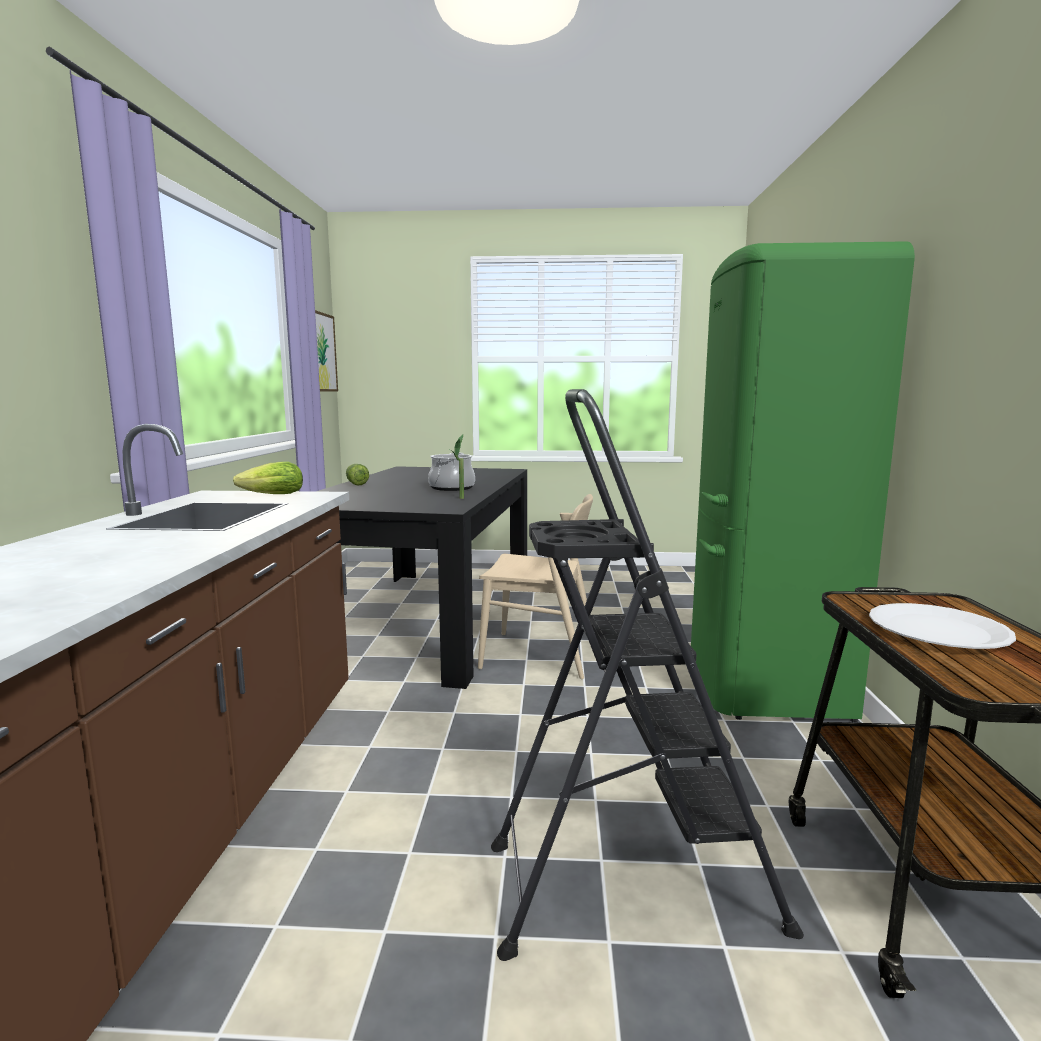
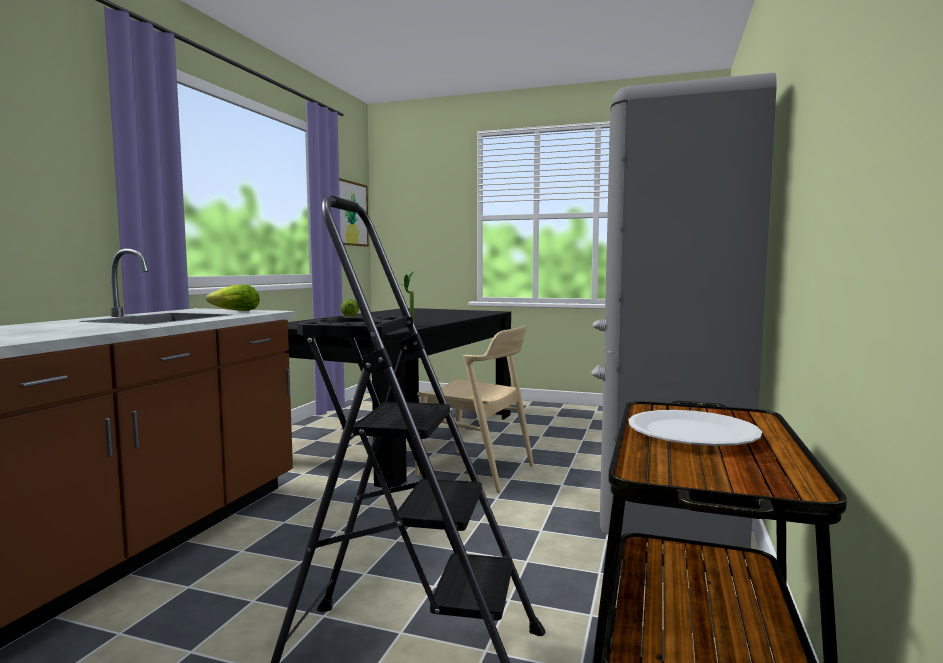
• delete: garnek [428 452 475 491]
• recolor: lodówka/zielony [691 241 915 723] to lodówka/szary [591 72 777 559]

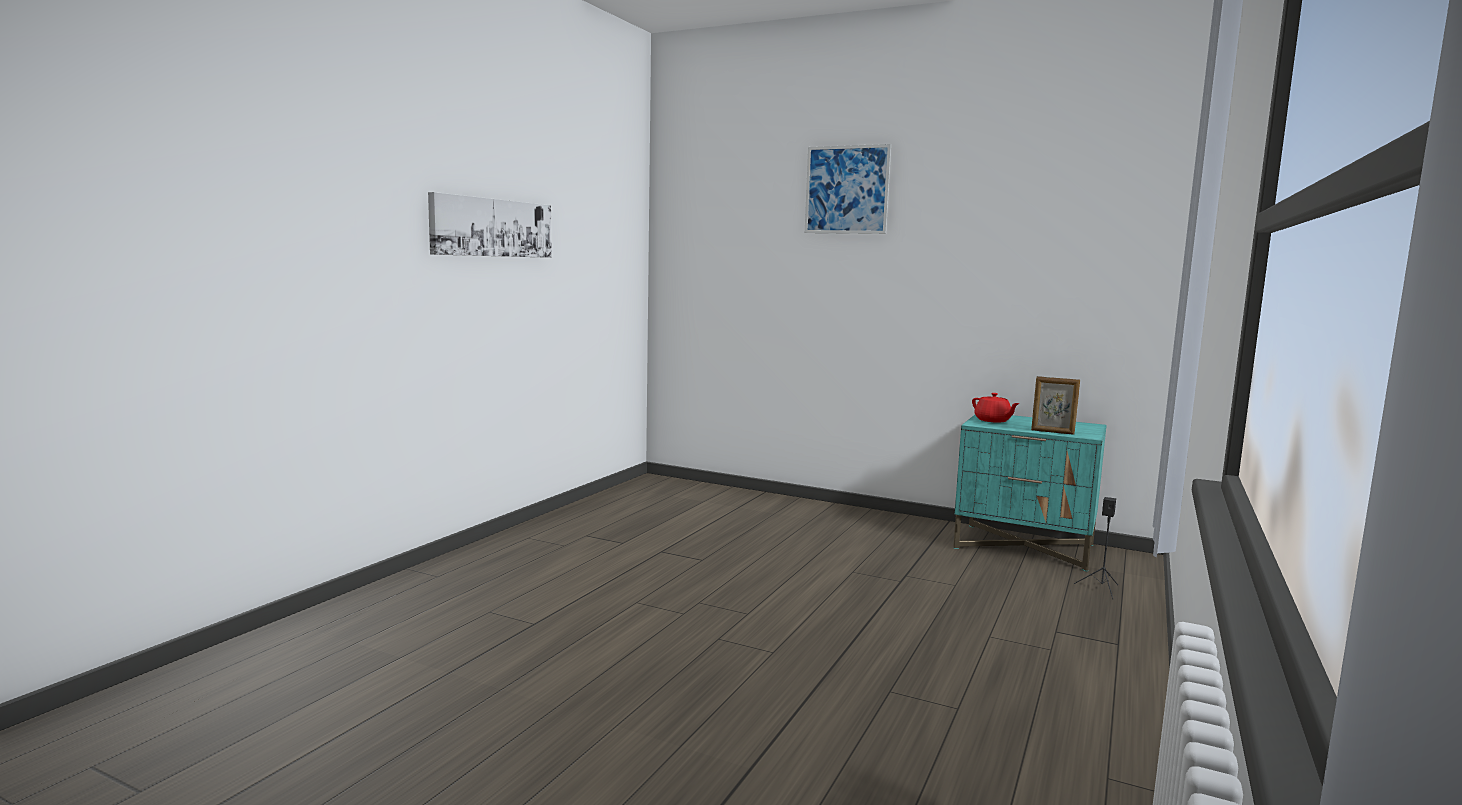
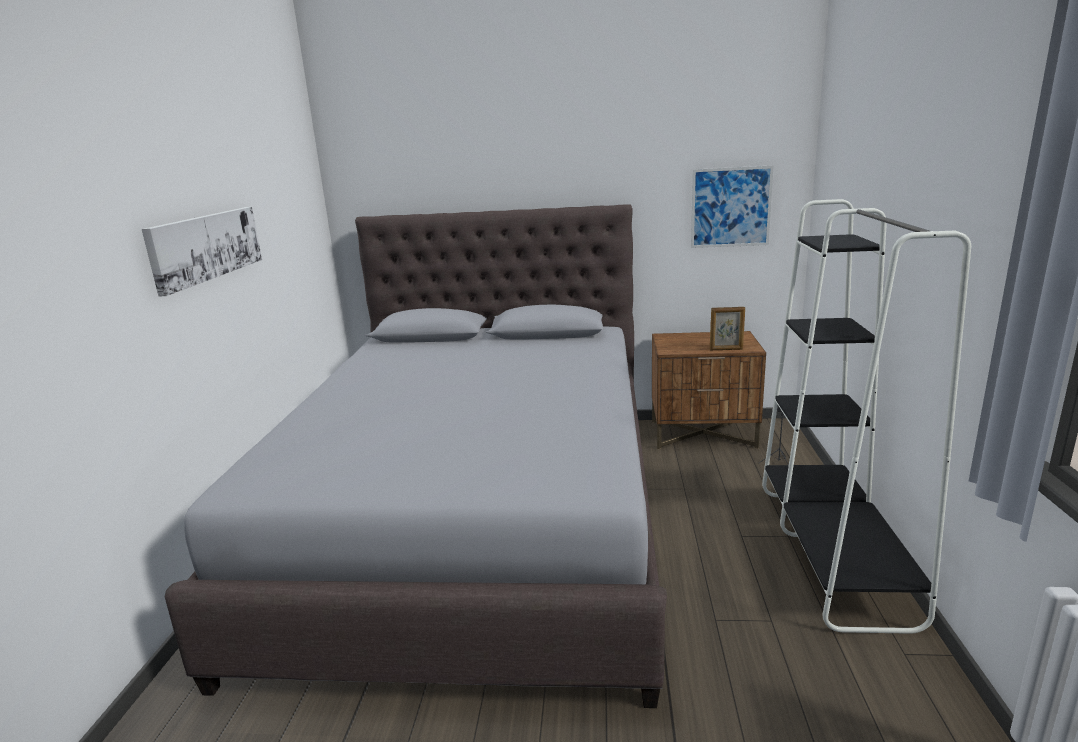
• delete: imbryk/czerwony [972 393 1020 423]
• insert: łóżko/szary [165 204 667 708]
• insert: wieszak/czarny [762 199 971 634]
• move: obraz [805 144 891 234] to [691 165 774 248]
• recolor: szafka nocna/turkusowy [953 415 1107 572] to szafka nocna/brązowy [652 331 766 450]

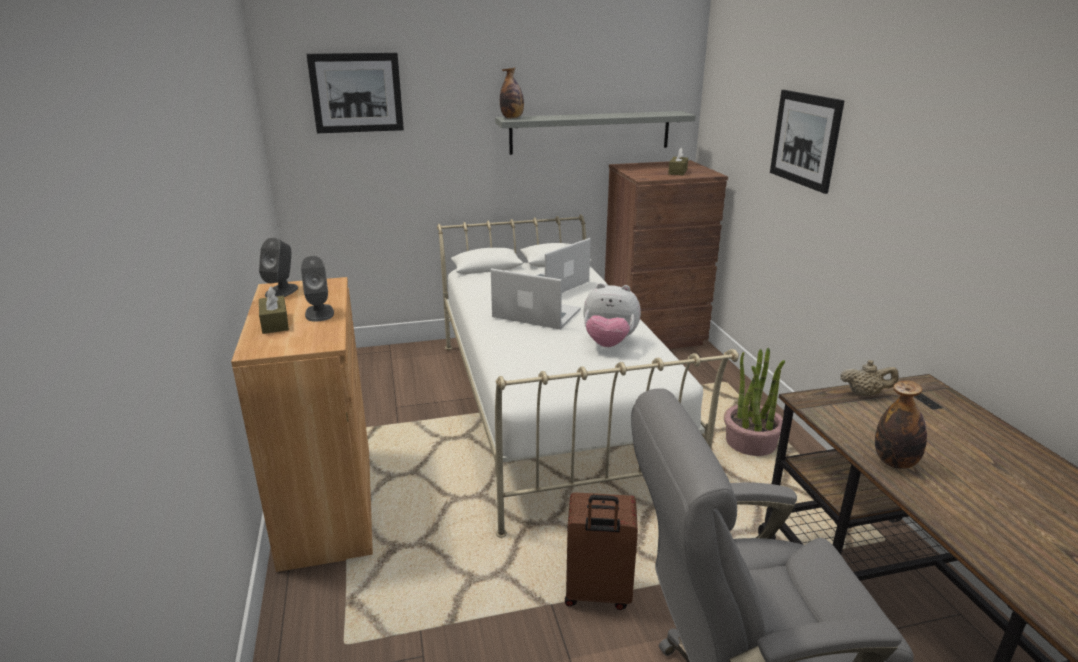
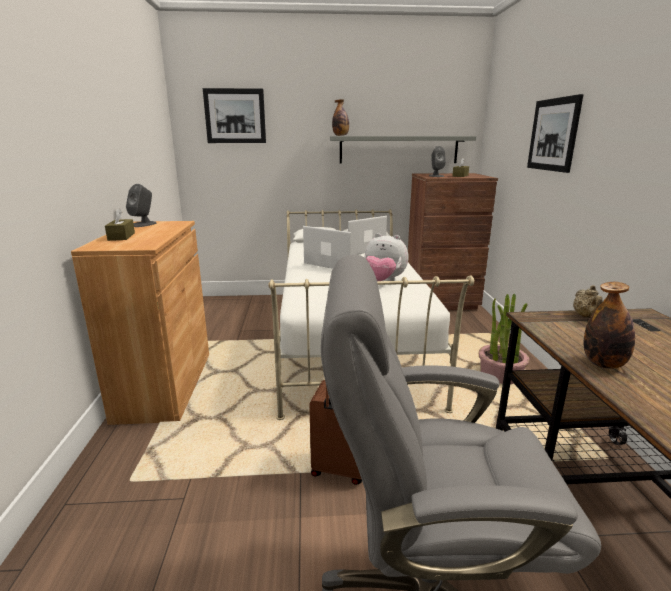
• move: głośnik/szary [301 256 334 322] to [429 146 446 177]
• rotate: imbryk/beżowy [840 360 899 396] = [573 285 603 318] 75 degrees clockwise

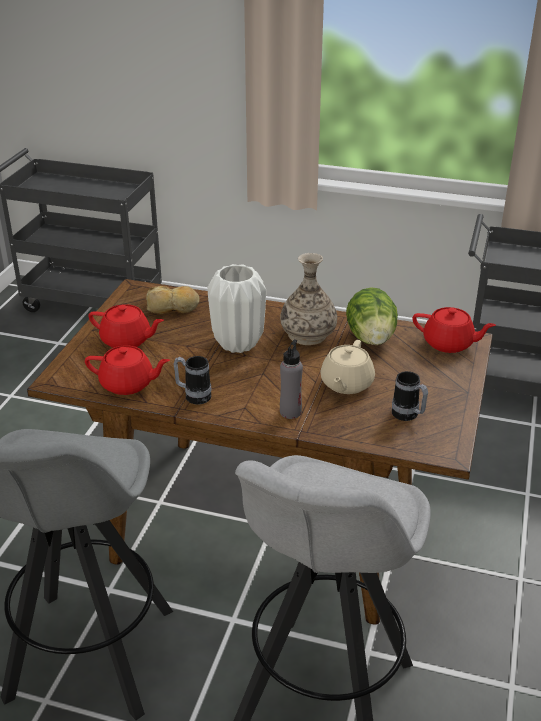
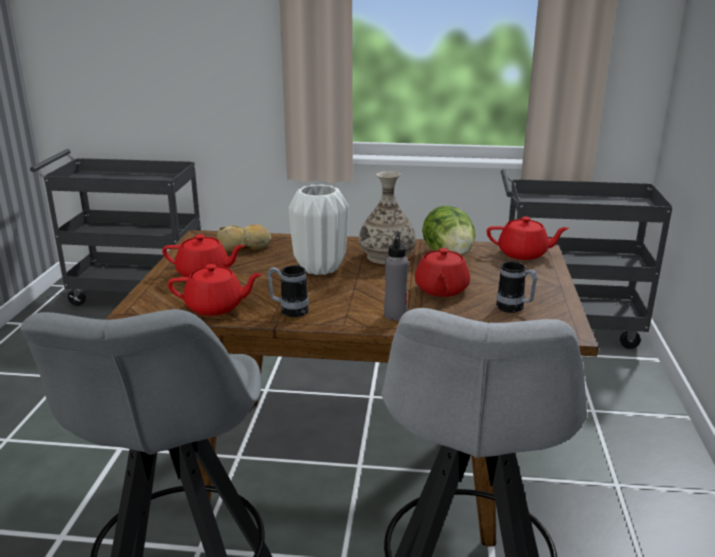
• recolor: imbryk/beżowy [320 340 375 394] to imbryk/czerwony [415 248 470 297]

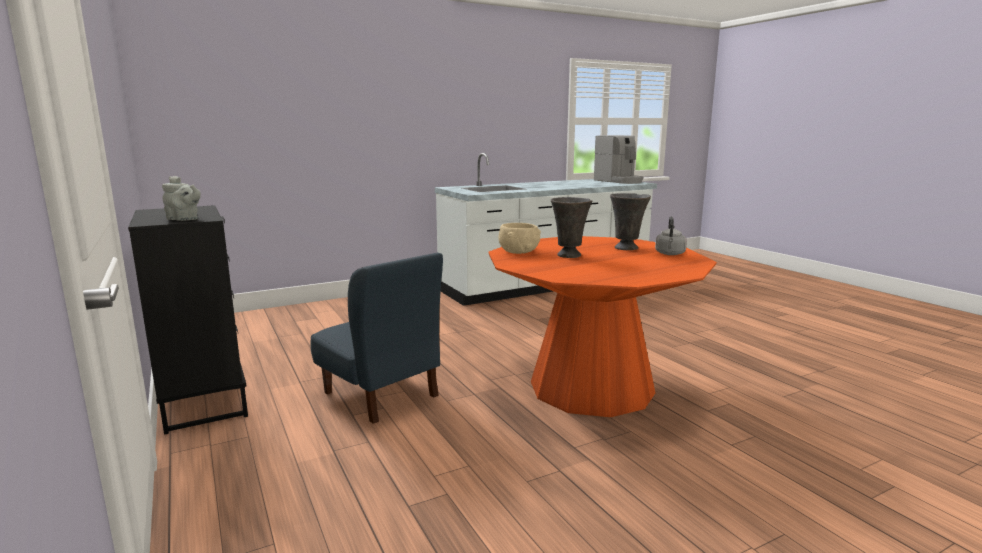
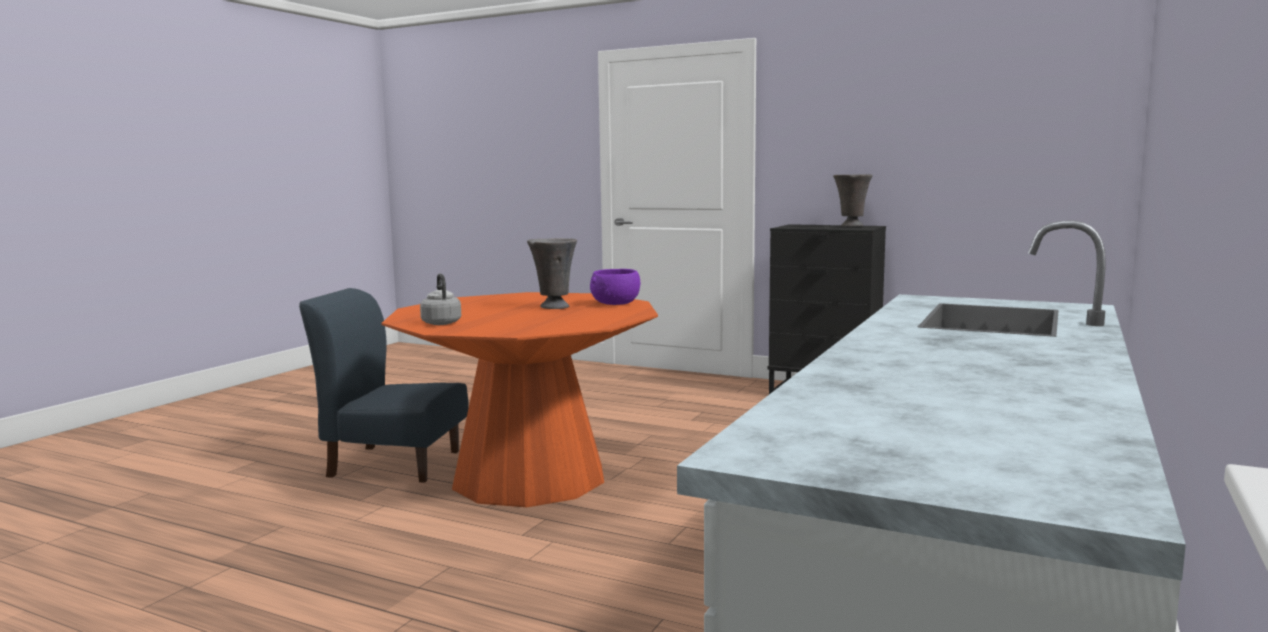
• delete: imbryk/szary [162 176 201 221]
• delete: ekspres do kawy [594 135 643 184]
• move: krzesło/niebieski [311 253 443 424] to [299 288 469 483]
• move: wazon/szary [610 193 651 250] to [833 174 873 227]
• recolor: miska/beżowy [498 223 541 254] to miska/fioletowy [590 269 640 305]

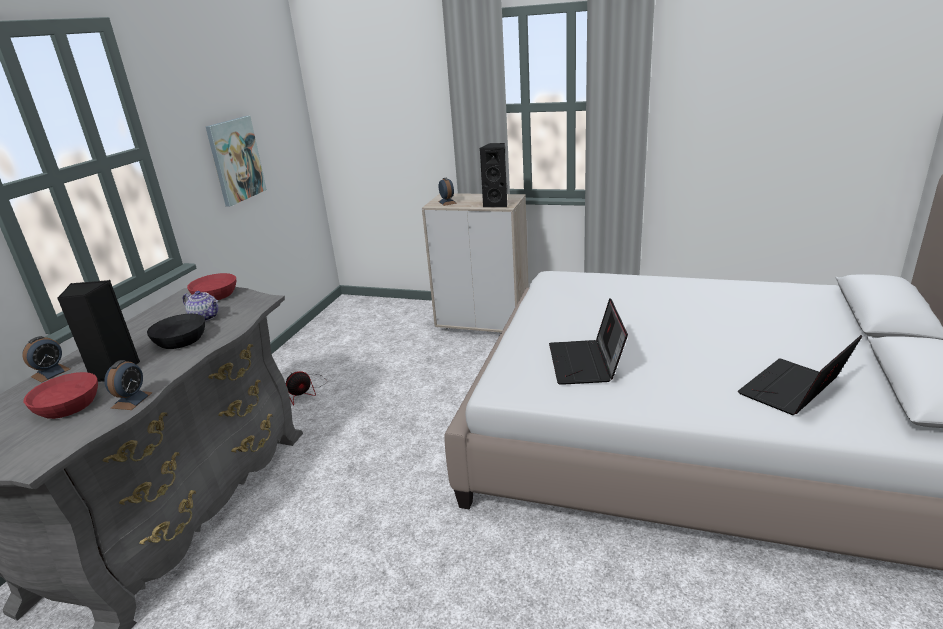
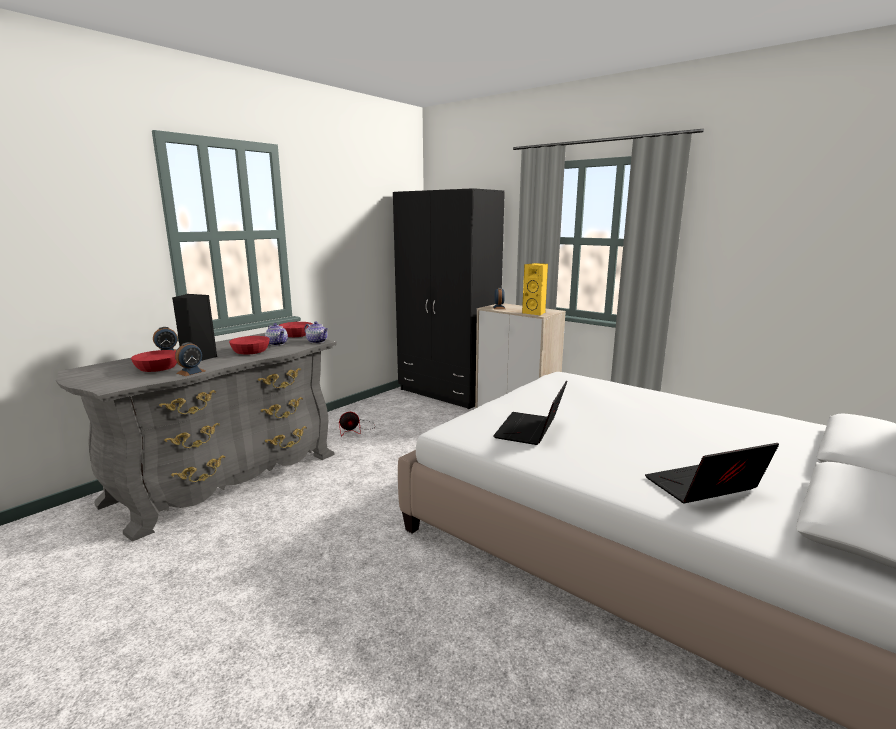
• delete: obraz [206 116 267 206]
• insert: imbryk [305 322 328 344]
• insert: szafa/czarny [393 188 505 409]
• recolor: miska/czarny [147 314 205 349] to miska/czerwony [229 336 270 355]
• recolor: głośnik/czarny [480 143 507 207] to głośnik/żółty [522 263 548 315]

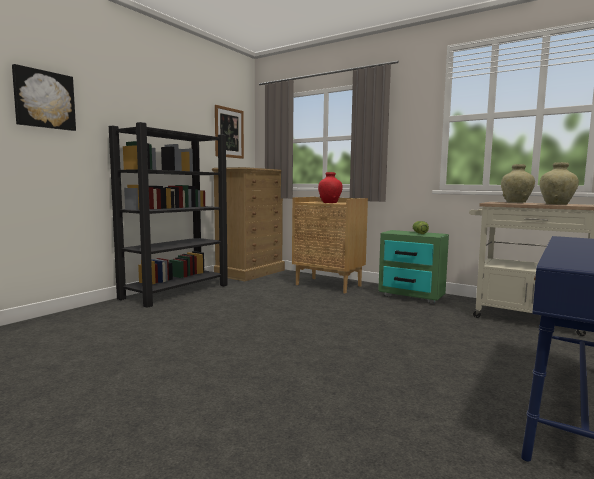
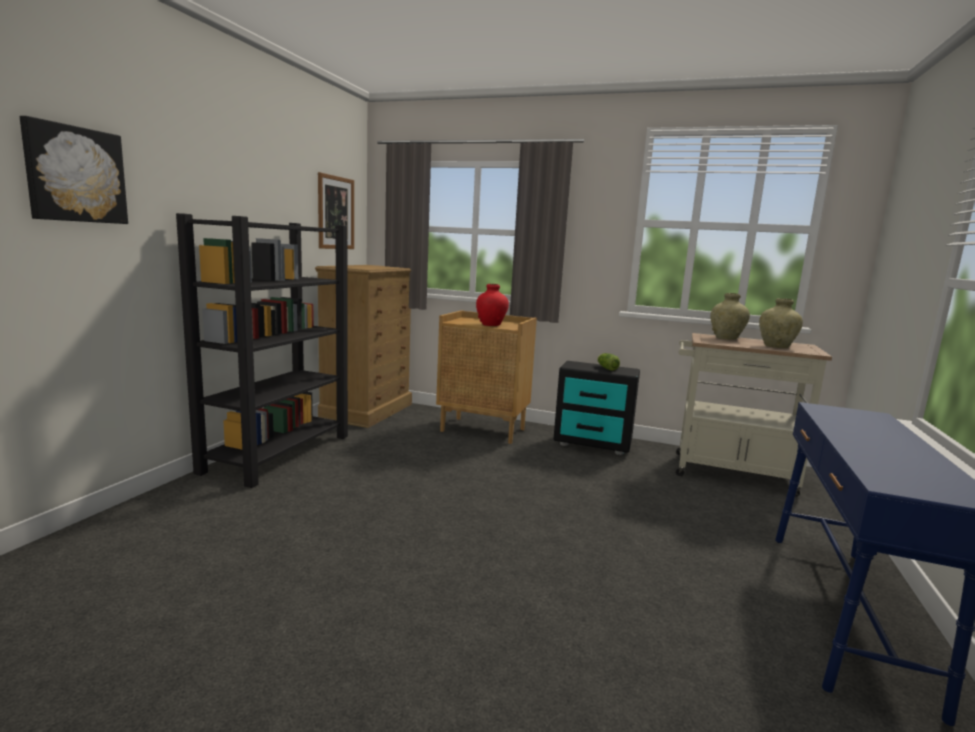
• recolor: szafka nocna/zielony [378 230 449 304] to szafka nocna/czarny [554 361 640 455]

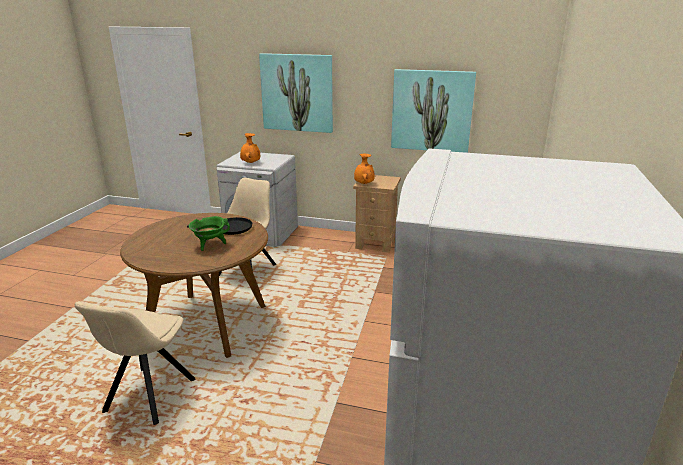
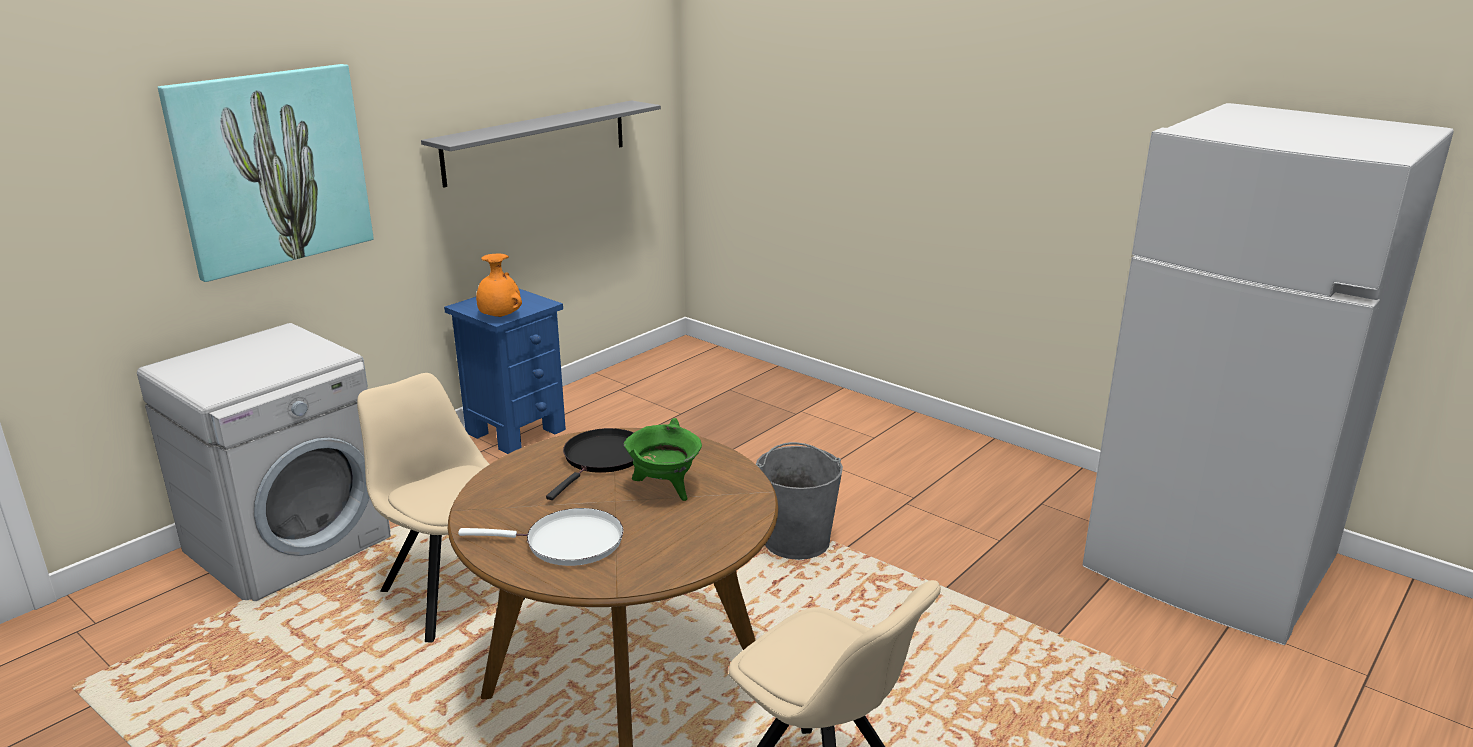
• delete: wazon/pomarańczowy [240 133 260 163]
• insert: patelnia/biały [458 508 623 566]
• insert: wiadro/szary [756 442 843 560]
• replace: obraz [391 69 476 153] to półka/szary [421 100 661 188]
• recolor: szafka nocna/beżowy [353 175 401 253] to szafka nocna/niebieski [444 288 566 454]

